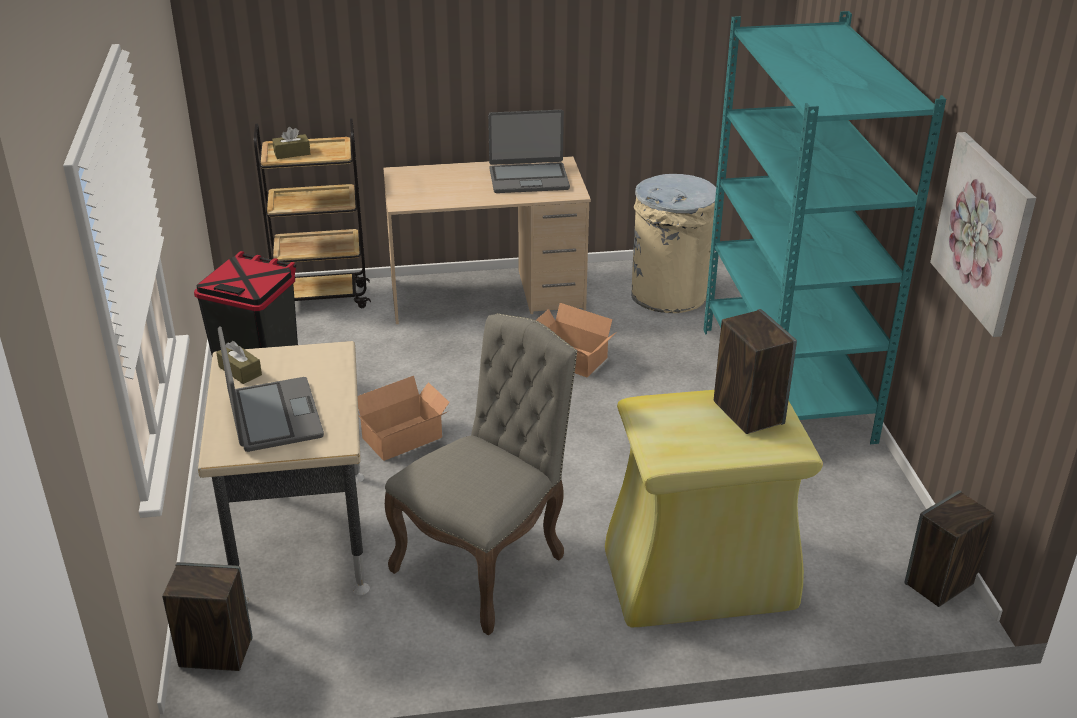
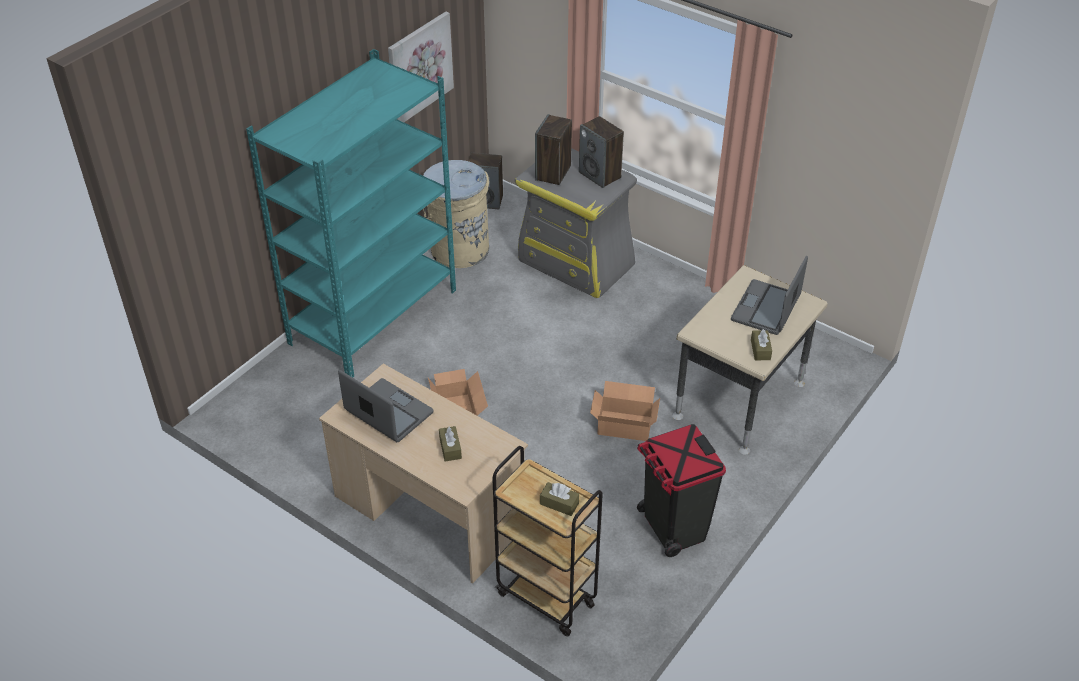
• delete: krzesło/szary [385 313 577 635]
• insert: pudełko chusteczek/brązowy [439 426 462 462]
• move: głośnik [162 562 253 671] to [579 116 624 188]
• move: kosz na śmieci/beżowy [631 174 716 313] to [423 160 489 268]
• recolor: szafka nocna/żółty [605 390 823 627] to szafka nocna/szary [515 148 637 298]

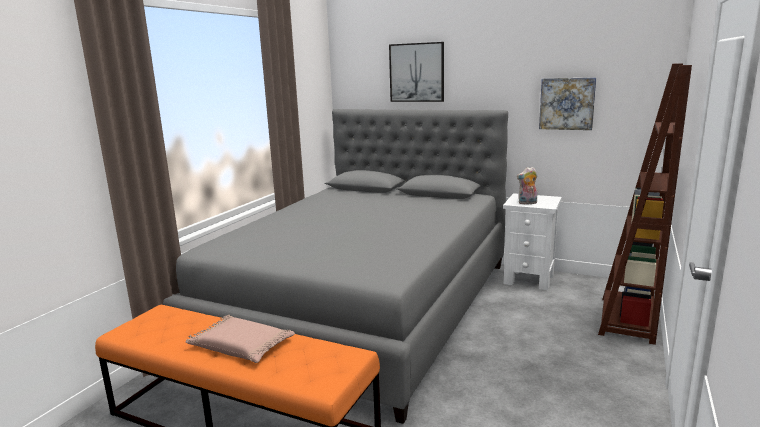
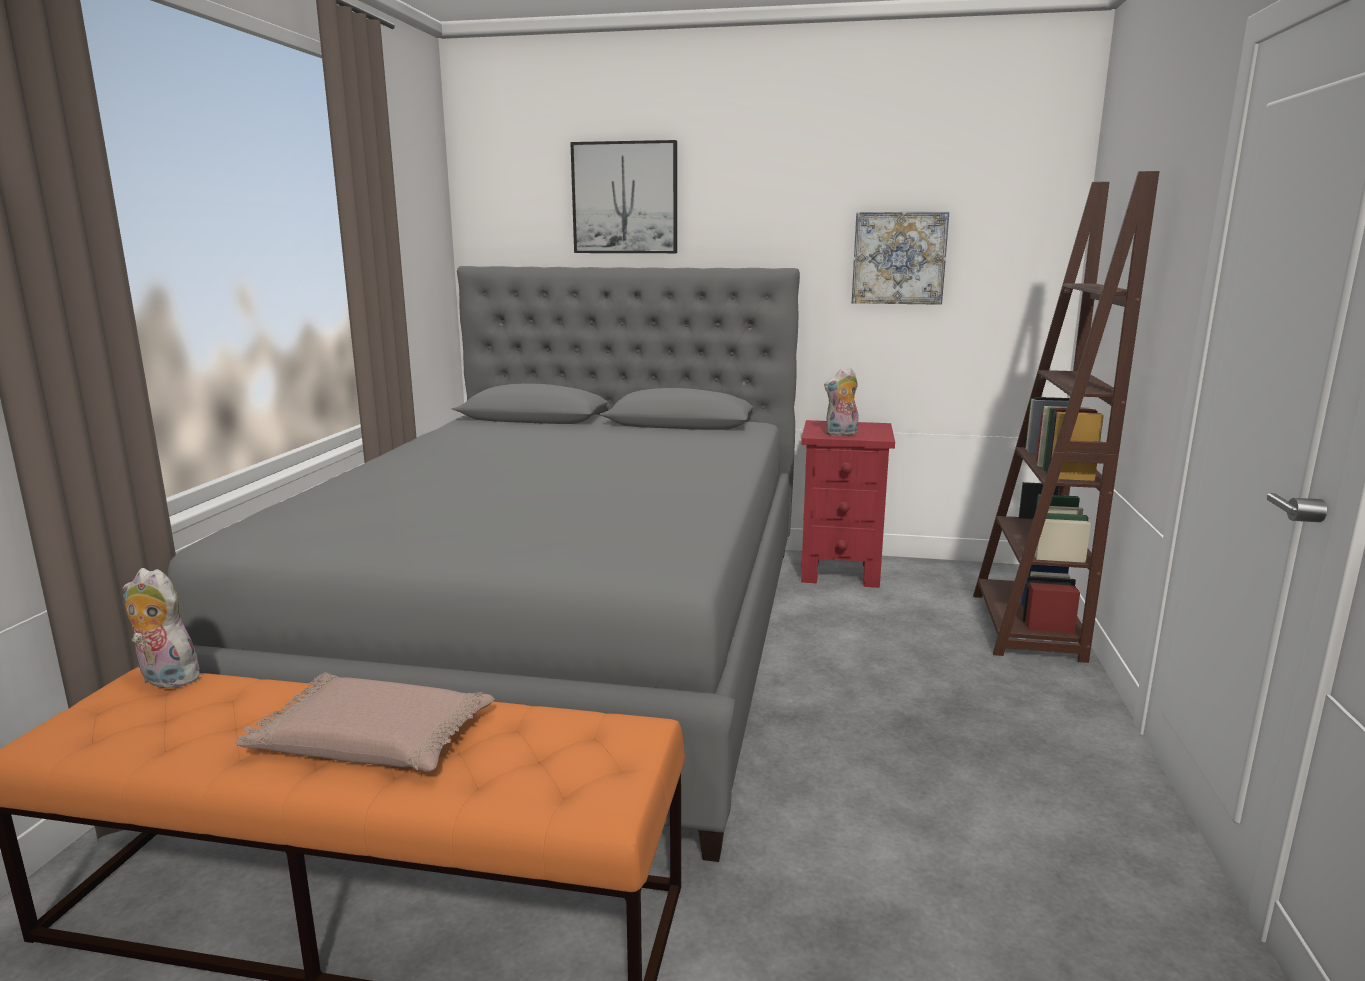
• insert: pluszak [123 568 200 688]
• recolor: szafka nocna/biały [503 193 562 290] to szafka nocna/czerwony [801 420 895 588]

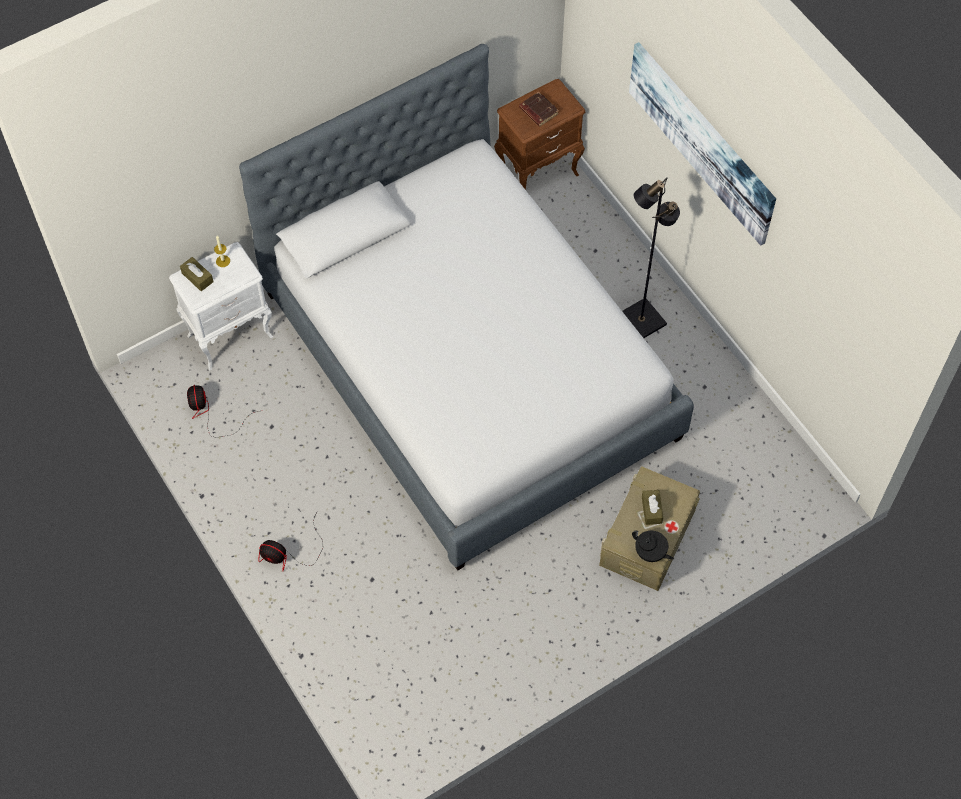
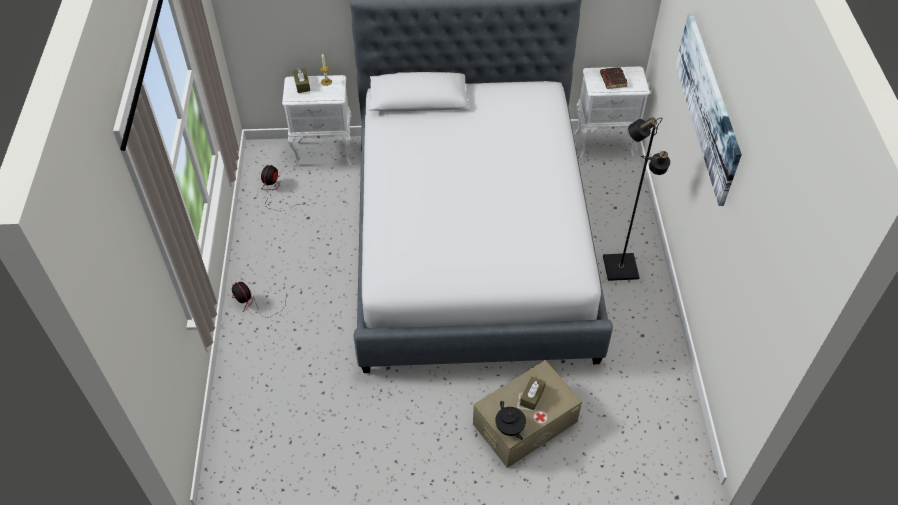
• recolor: szafka nocna/brązowy [494 79 586 190] to szafka nocna/biały [575 66 650 158]

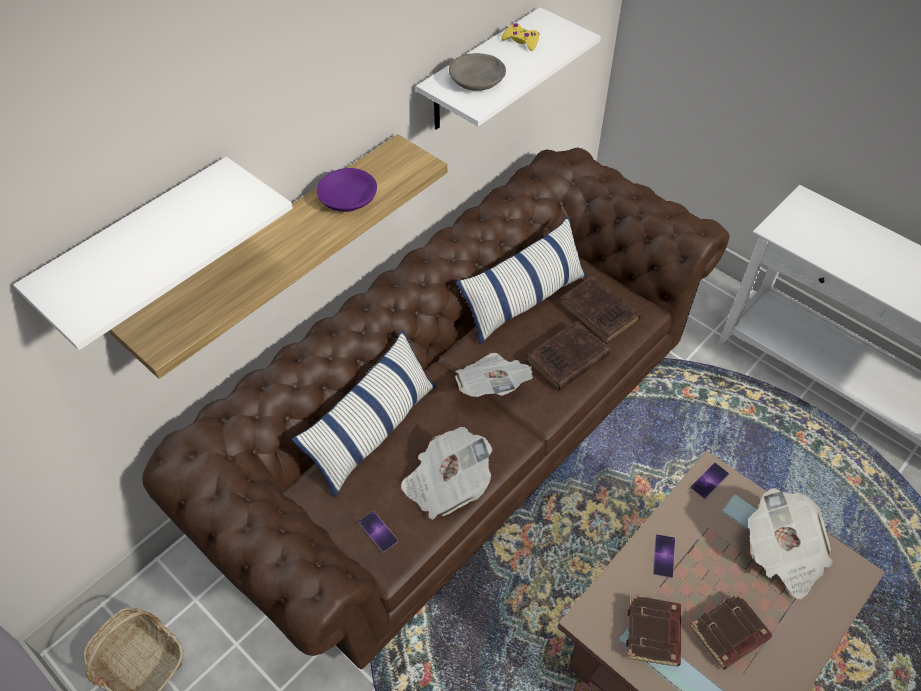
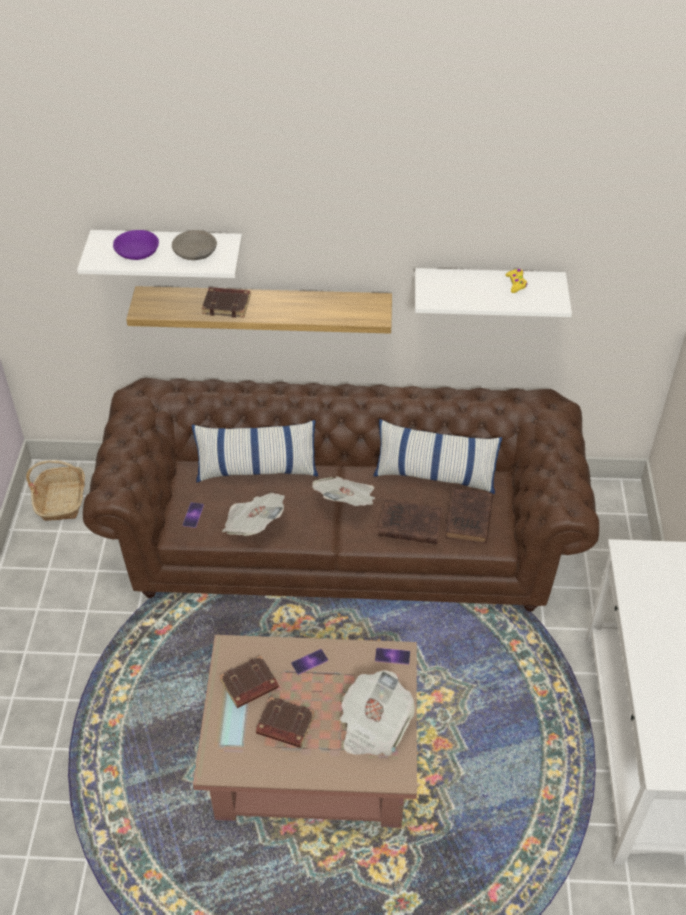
• insert: książka/brązowy [202 287 251 318]
• move: miska/fioletowy [317 168 377 212] to [113 230 159 260]
• move: miska/szary [449 53 506 91] to [172 230 217 260]

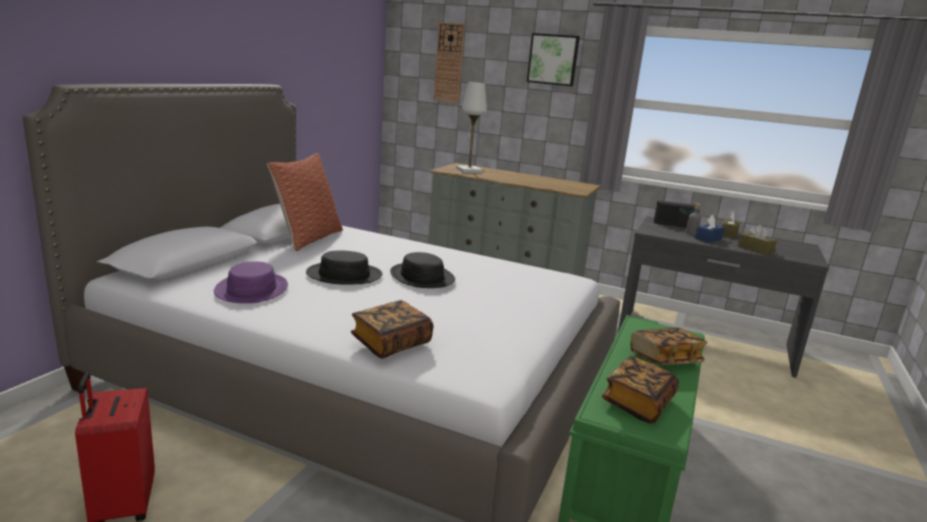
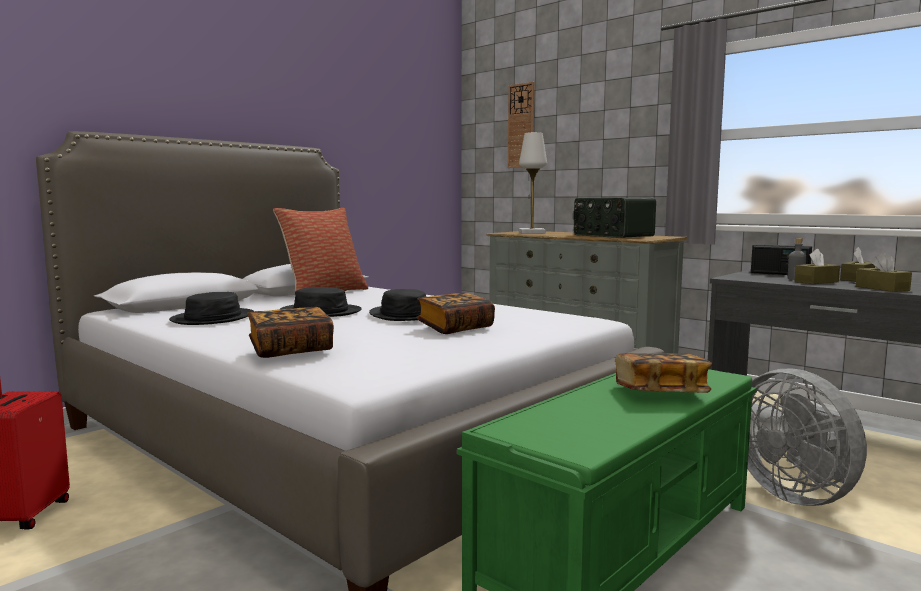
• delete: obraz [527 33 580 86]
• insert: radio [573 198 656 238]
• insert: wentylator/szary [747 369 867 506]
• move: książka [602 356 679 423] to [417 292 495 334]
• recolor: kapelusz/fioletowy [214 261 288 303] to kapelusz/czarny [169 292 253 325]
• recolor: pudełko chusteczek/niebieski [695 215 725 243] to pudełko chusteczek/brązowy [794 249 840 284]

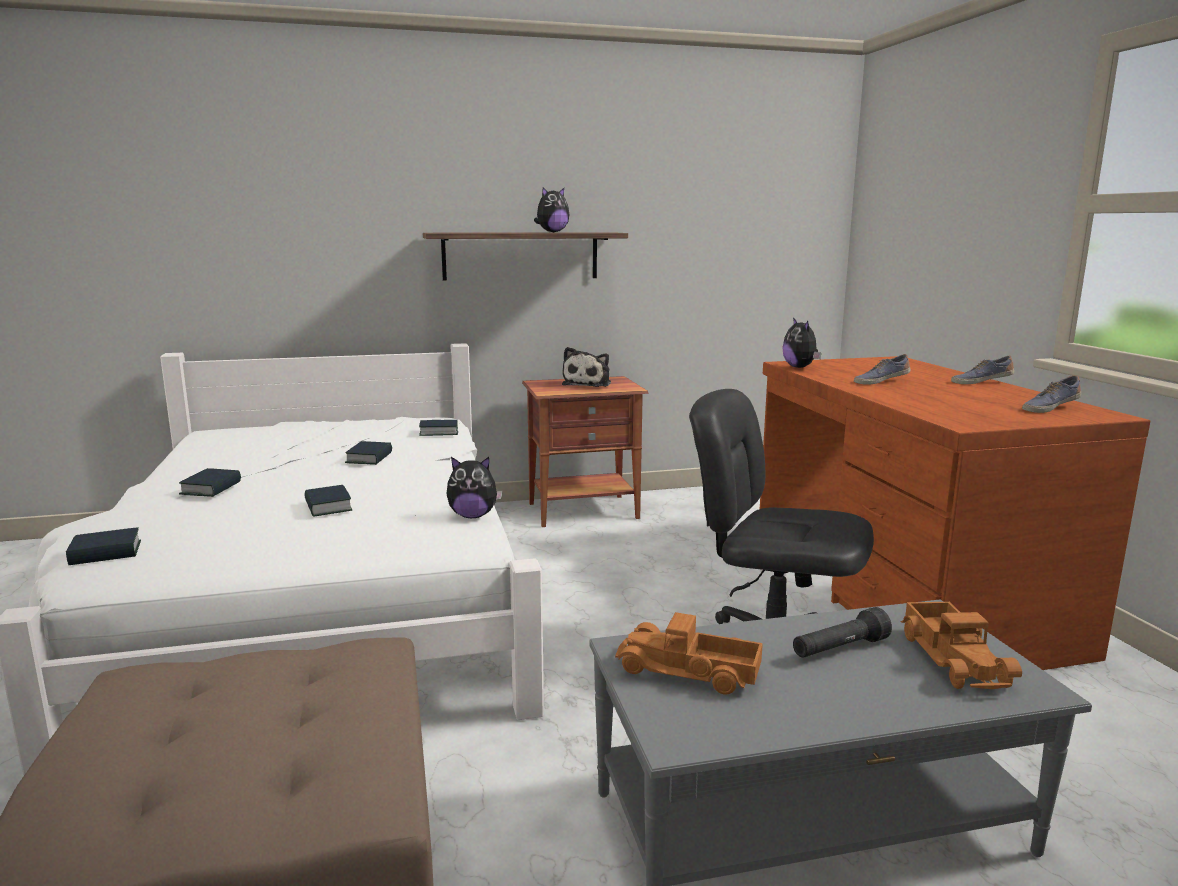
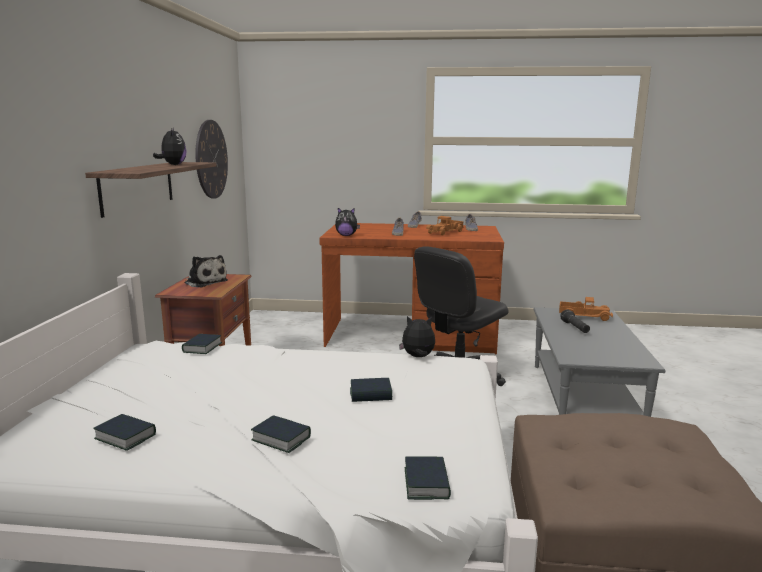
• insert: zegar ścienny [195 120 228 199]
• move: książka [345 441 392 465] to [93 414 156 451]
• move: ciężarówka zabawkowa [615 612 763 695] to [426 216 464 236]
• rotate: pluszak [447 457 503 518] = [399 316 435 357] 105 degrees counterclockwise

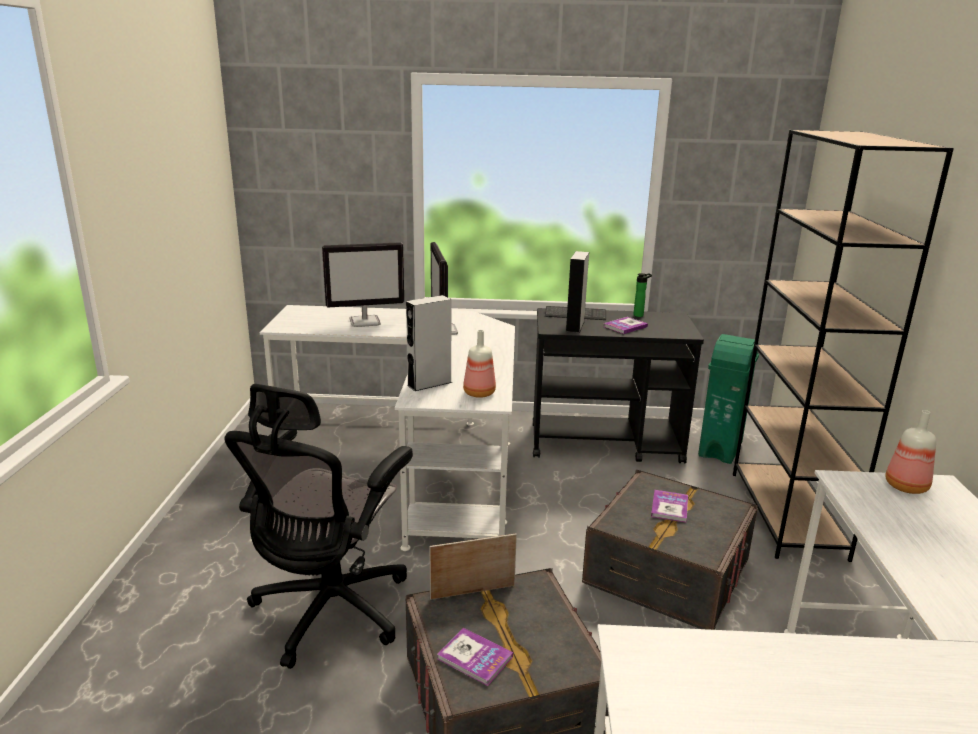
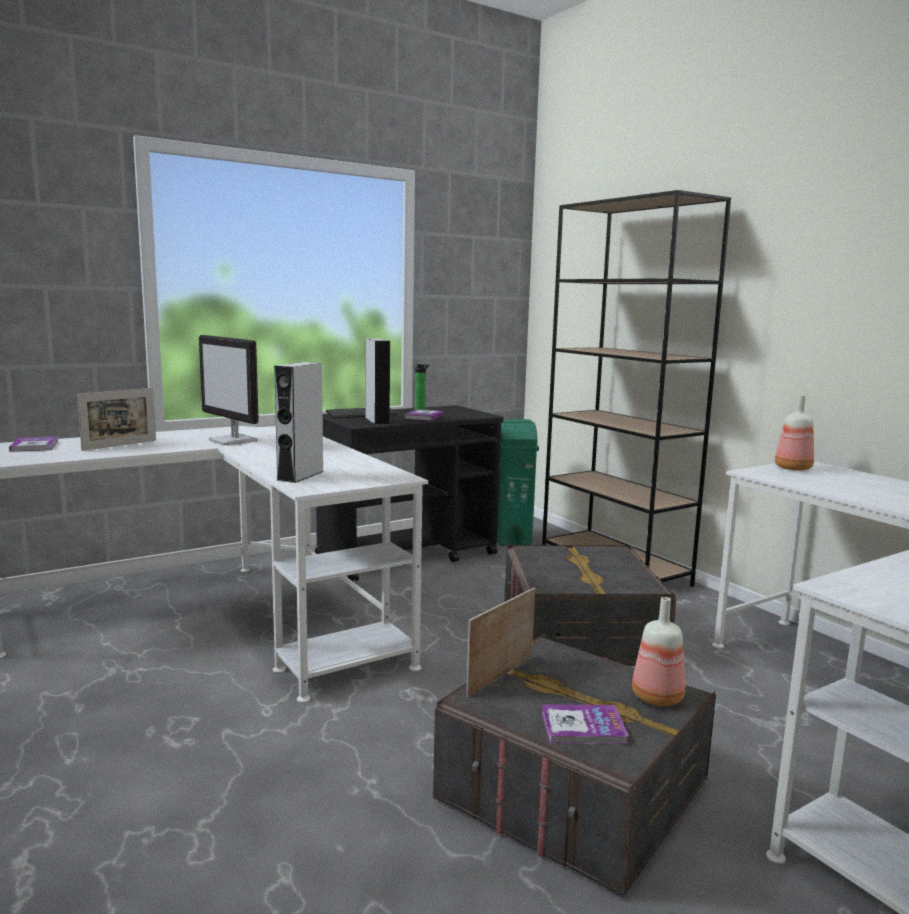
• delete: krzesło biurowe [225 384 413 669]
• move: butelka [463 330 496 398] to [632 597 685 707]
• move: książka [651 490 688 523] to [9 436 58 452]
• replace: monitor [322 242 404 327] to ramka na zdjęcie [77 388 156 451]

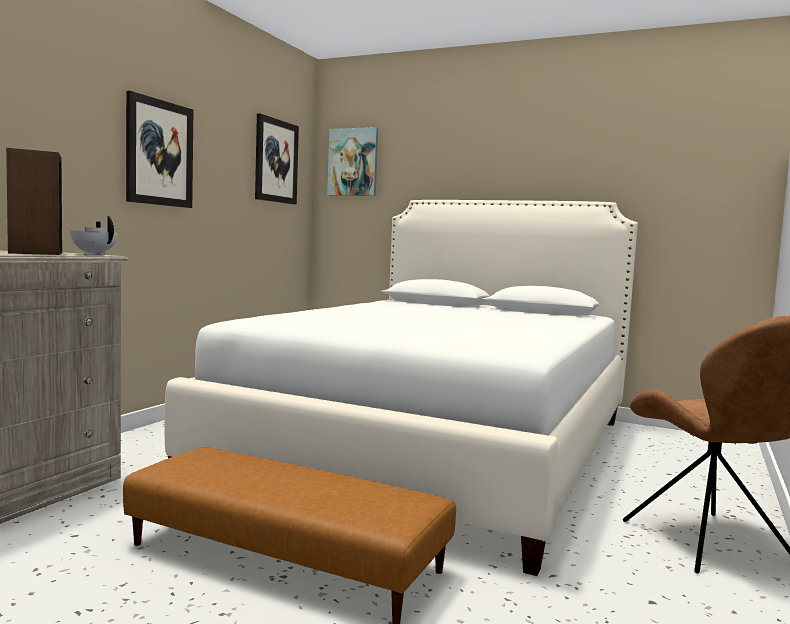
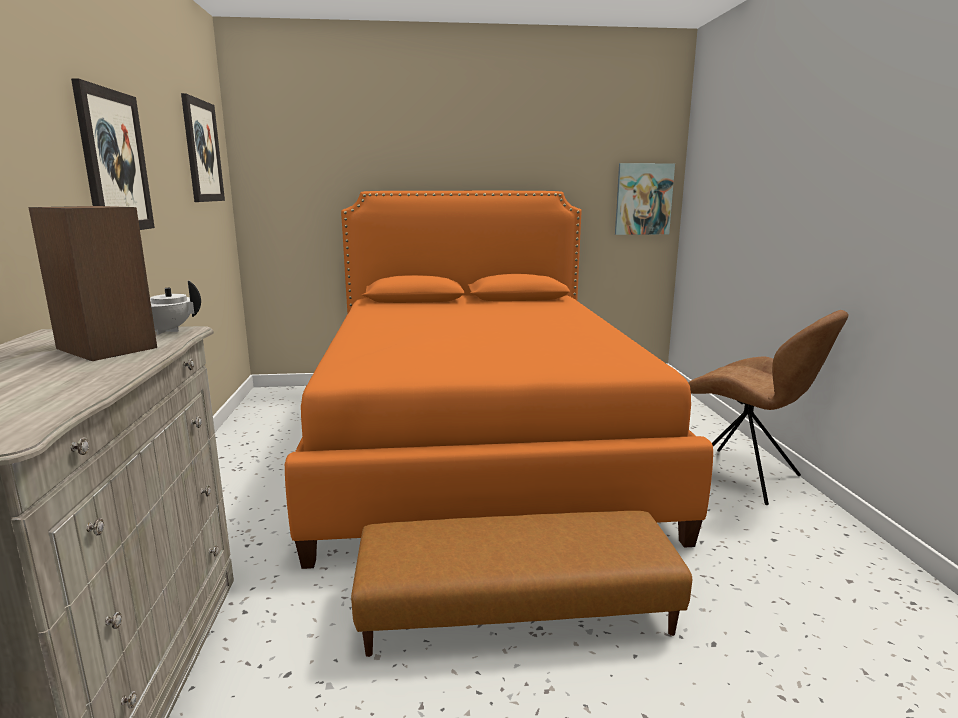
• move: obraz [327 127 378 196] to [615 163 675 235]
• recolor: łóżko/biały [165 200 638 576] to łóżko/pomarańczowy [285 191 713 569]

